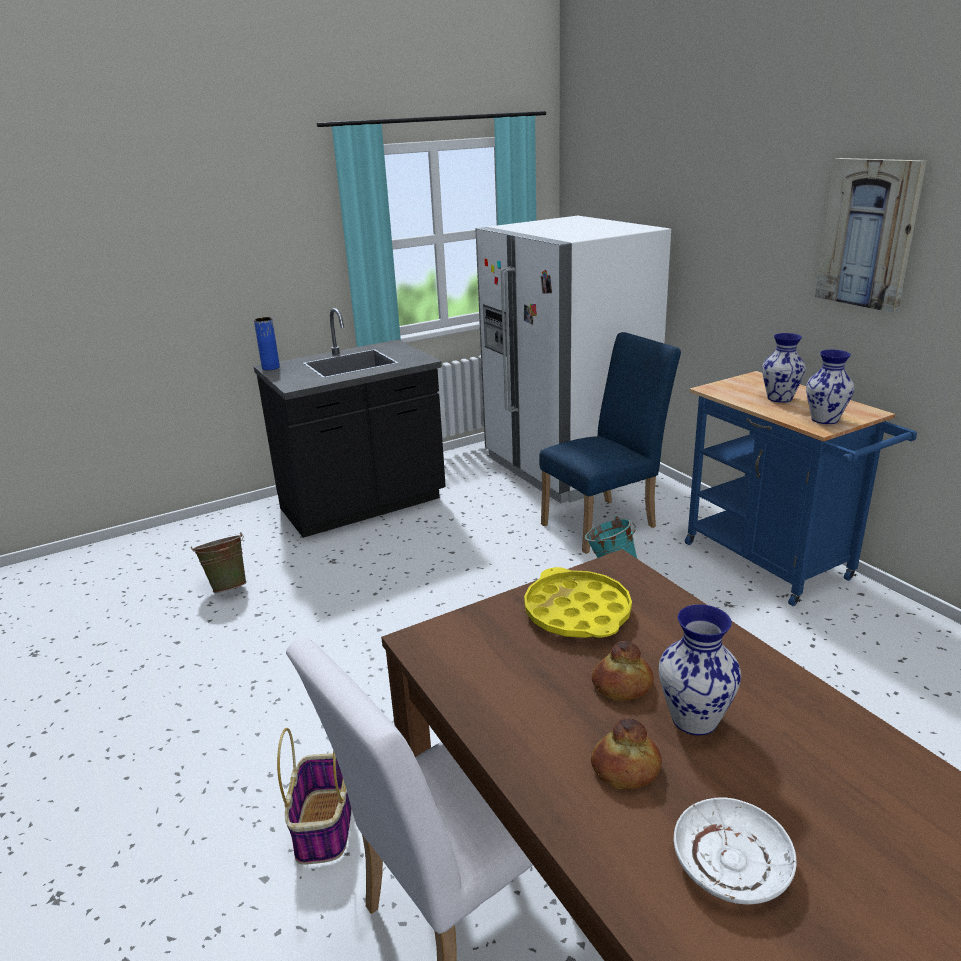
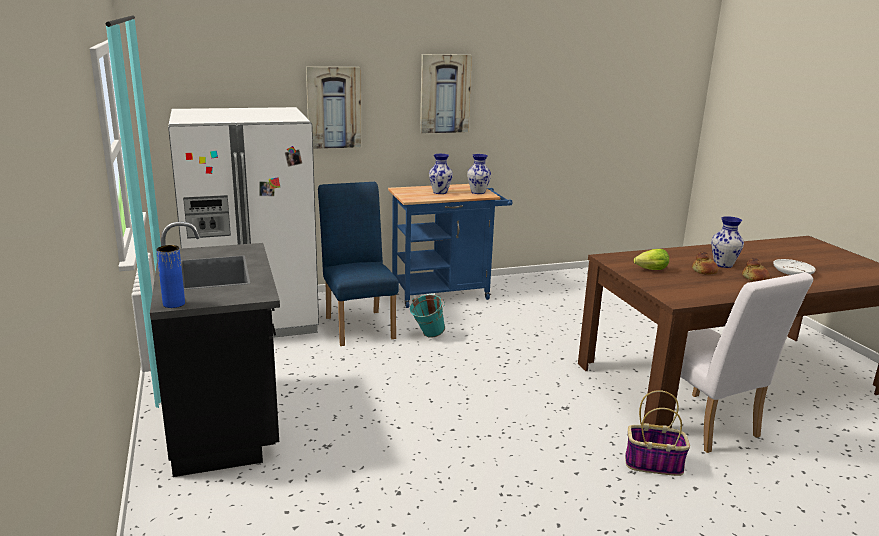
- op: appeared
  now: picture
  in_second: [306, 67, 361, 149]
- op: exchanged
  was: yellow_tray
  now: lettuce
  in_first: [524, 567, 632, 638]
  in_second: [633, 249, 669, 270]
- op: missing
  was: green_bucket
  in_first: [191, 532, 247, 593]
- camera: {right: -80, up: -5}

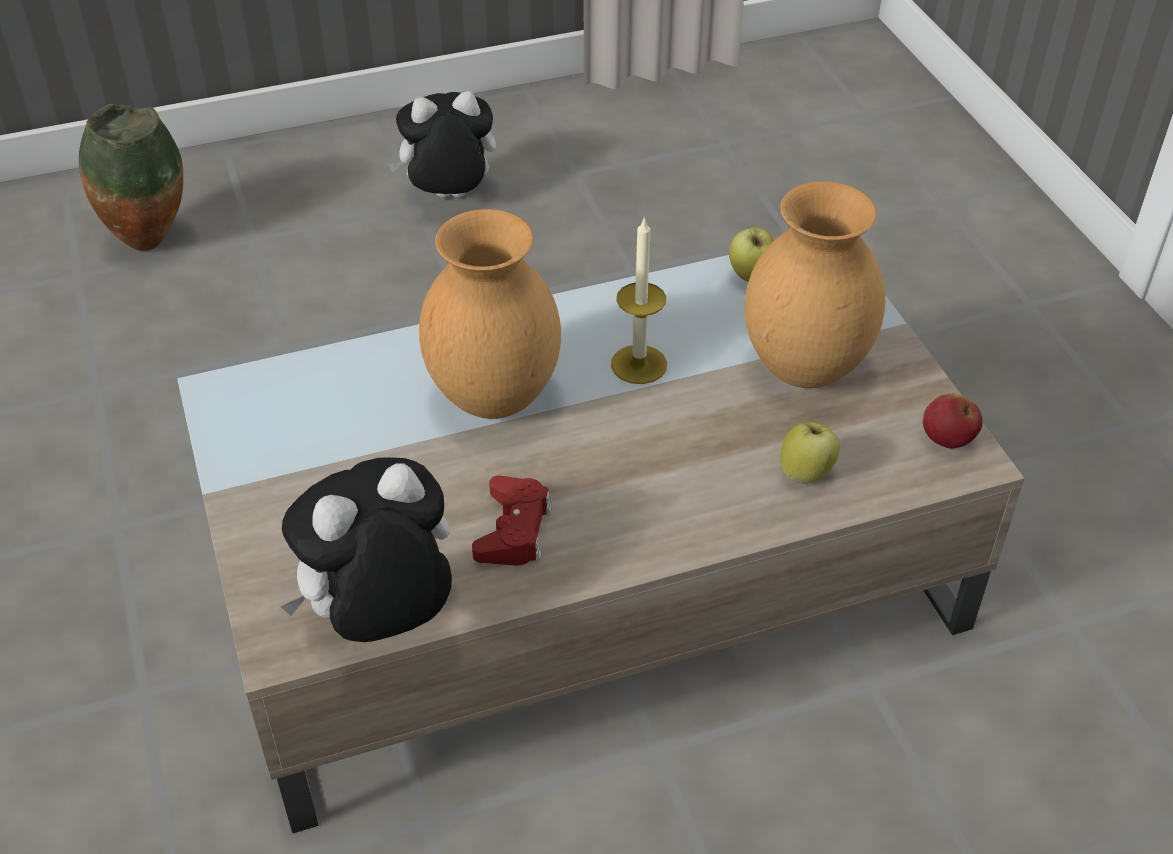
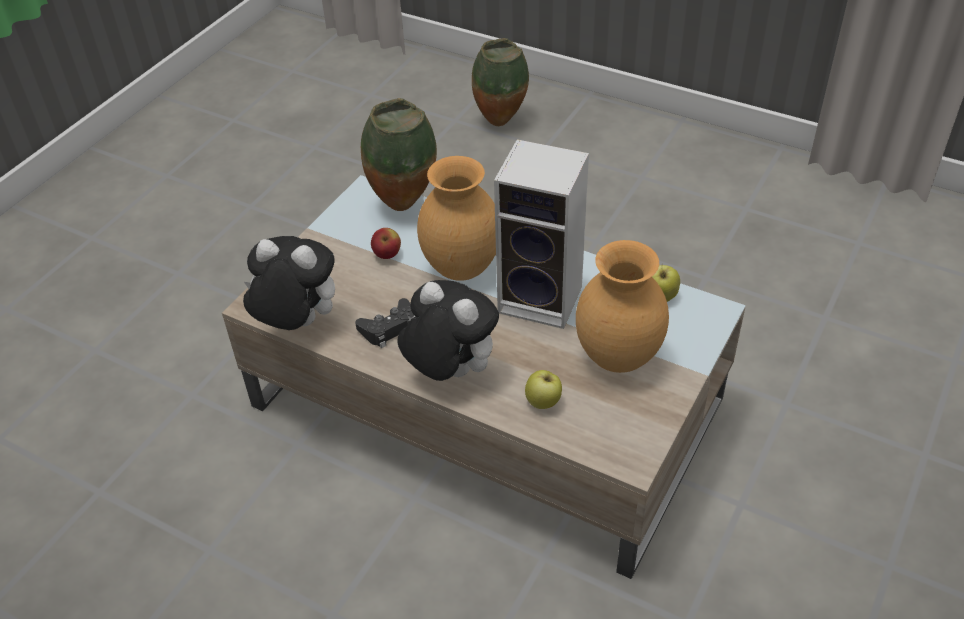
- op: colour
  was: red_game_controller
  now: black_game_controller
  in_first: [472, 475, 552, 566]
  in_second: [355, 298, 414, 348]
- op: appeared
  now: vase
  in_second: [361, 98, 437, 211]
- op: relocated
  was: apple
  in_first: [923, 394, 982, 448]
  in_second: [371, 228, 401, 259]
- op: relocated
  was: plush_toy
  in_first: [387, 91, 496, 198]
  in_second: [397, 280, 499, 381]
- op: exchanged
  was: candle
  now: speaker
  in_first: [611, 216, 667, 384]
  in_second: [494, 139, 589, 329]
- camera: {right: 50, up: 0}

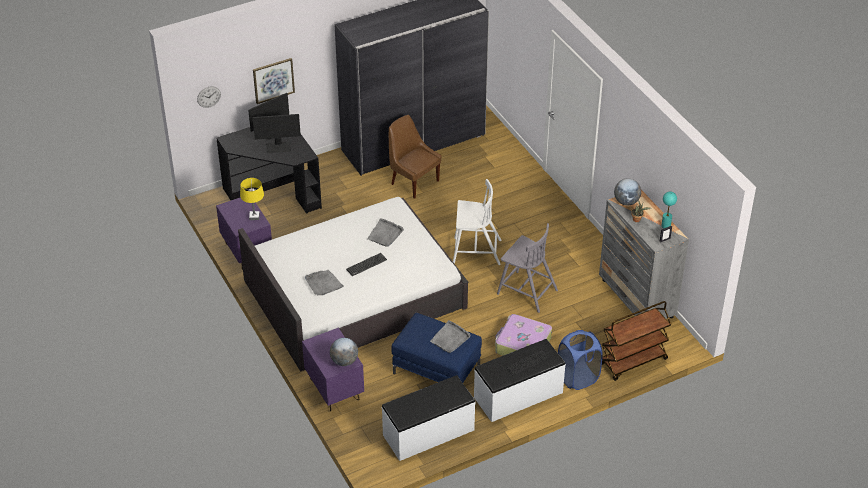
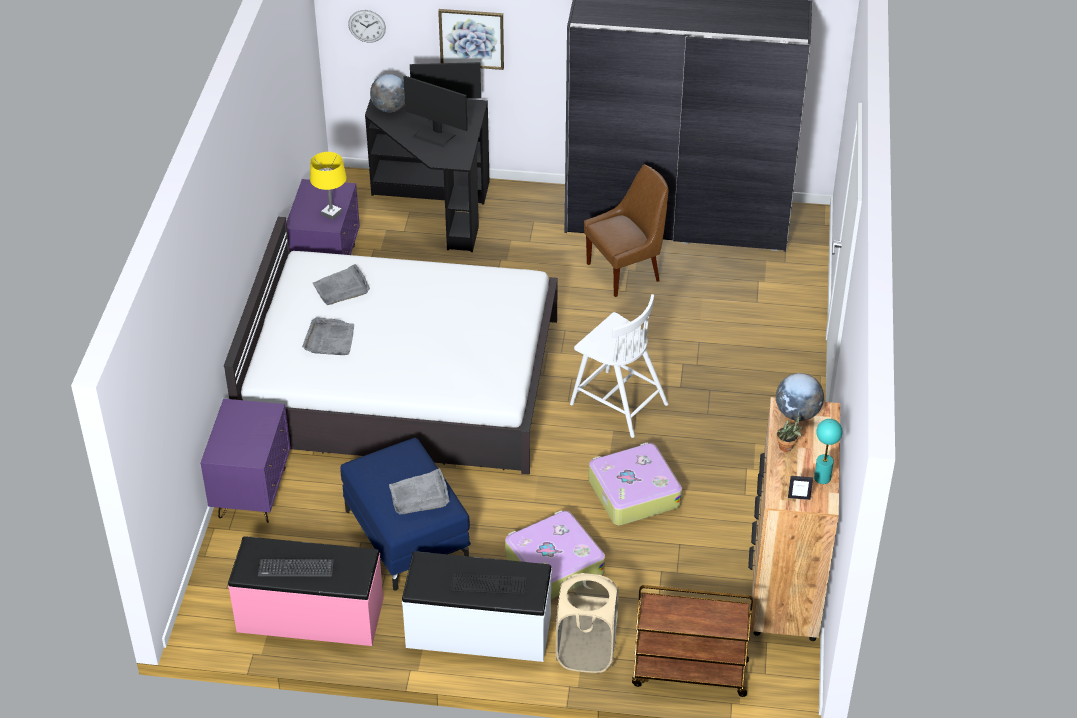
- op: colour
  was: white_bench
  now: pink_bench
  in_first: [382, 375, 475, 461]
  in_second: [228, 536, 383, 646]
- op: relocated
  was: keyboard
  in_first: [346, 253, 387, 276]
  in_second: [258, 559, 334, 577]
- op: relocated
  was: grey_tray
  in_first: [367, 218, 404, 247]
  in_second: [313, 264, 370, 305]
- op: relocated
  was: globe
  in_first: [330, 338, 358, 366]
  in_second: [370, 74, 405, 112]
- op: colour
  was: blue_laundry_basket
  now: beige_laundry_basket
  in_first: [558, 330, 603, 390]
  in_second: [556, 573, 619, 673]
- op: spun
  was: brown_chair
  in_first: [389, 115, 442, 199]
  in_second: [584, 164, 668, 297]
  clockwise: 75
- op: exchanged
  was: grey_chair
  now: suitcase
  in_first: [497, 223, 558, 313]
  in_second: [589, 442, 682, 526]
- op: colour
  was: grey_dresser
  now: brown_dresser
  in_first: [599, 190, 689, 319]
  in_second: [748, 397, 840, 641]
- camera: {right: 35, up: 0}

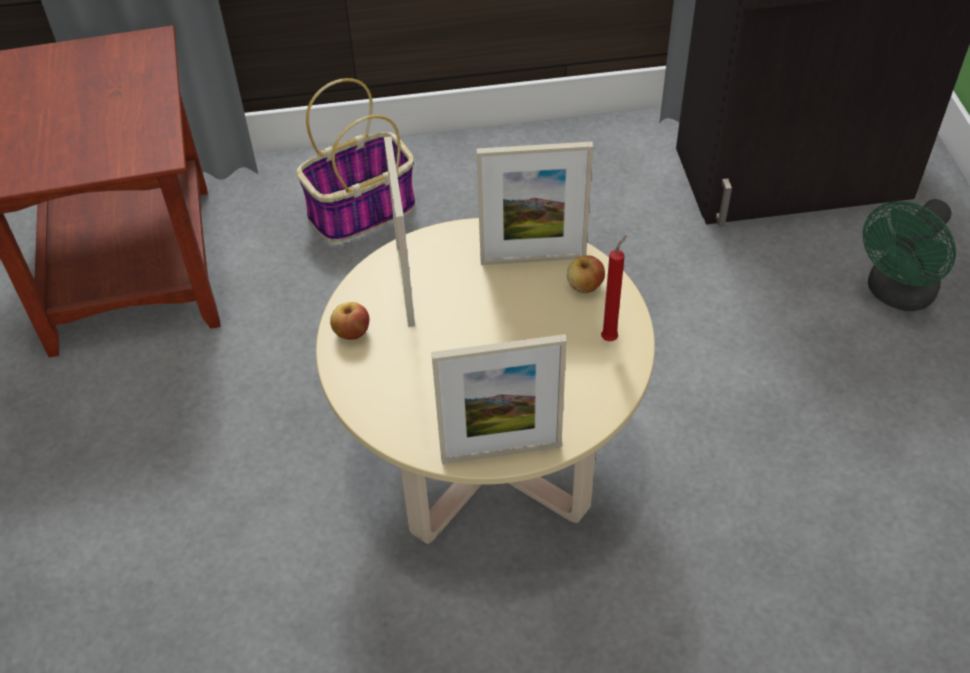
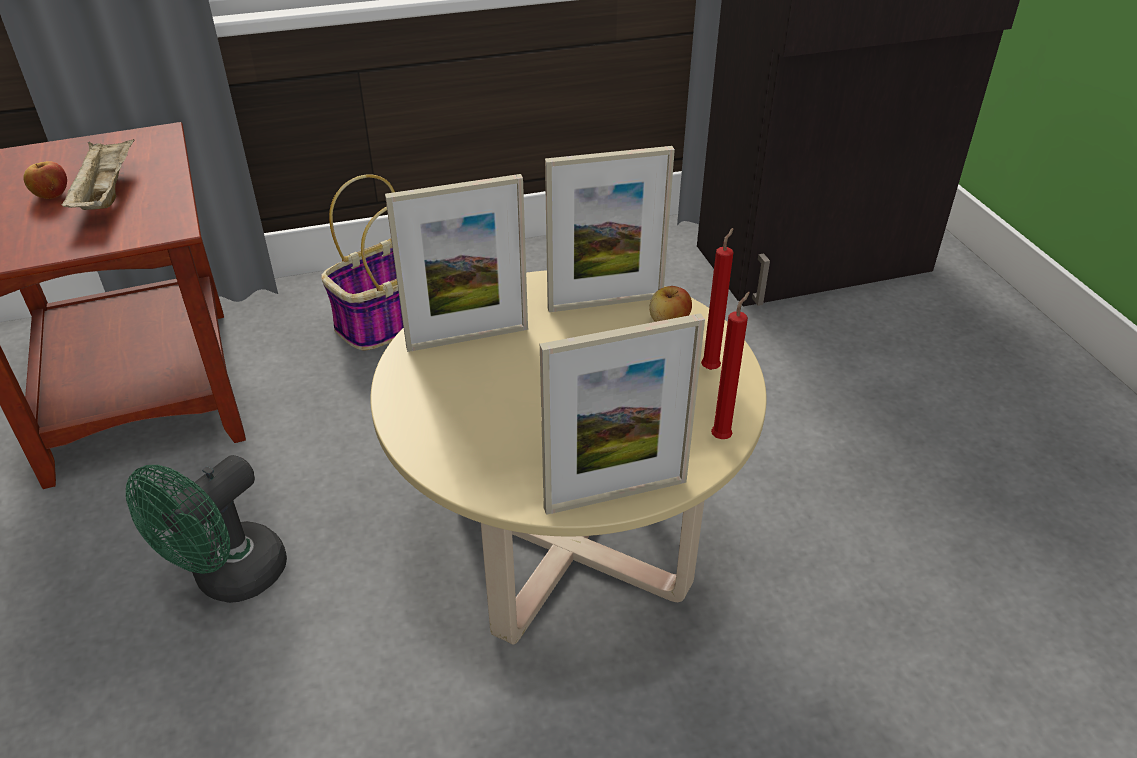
- op: relocated
  was: apple
  in_first: [330, 302, 369, 340]
  in_second: [23, 161, 67, 199]
- op: appeared
  now: beige_tray
  in_second: [61, 139, 134, 210]
- op: relocated
  was: green_fan
  in_first: [863, 199, 956, 311]
  in_second: [126, 455, 287, 603]
- op: spun
  was: picture_frame
  in_first: [384, 137, 415, 327]
  in_second: [385, 174, 528, 352]
  clockwise: 90
- op: appeared
  now: red_candle
  in_second: [711, 292, 750, 439]
- camera: {right: -10, up: -10}

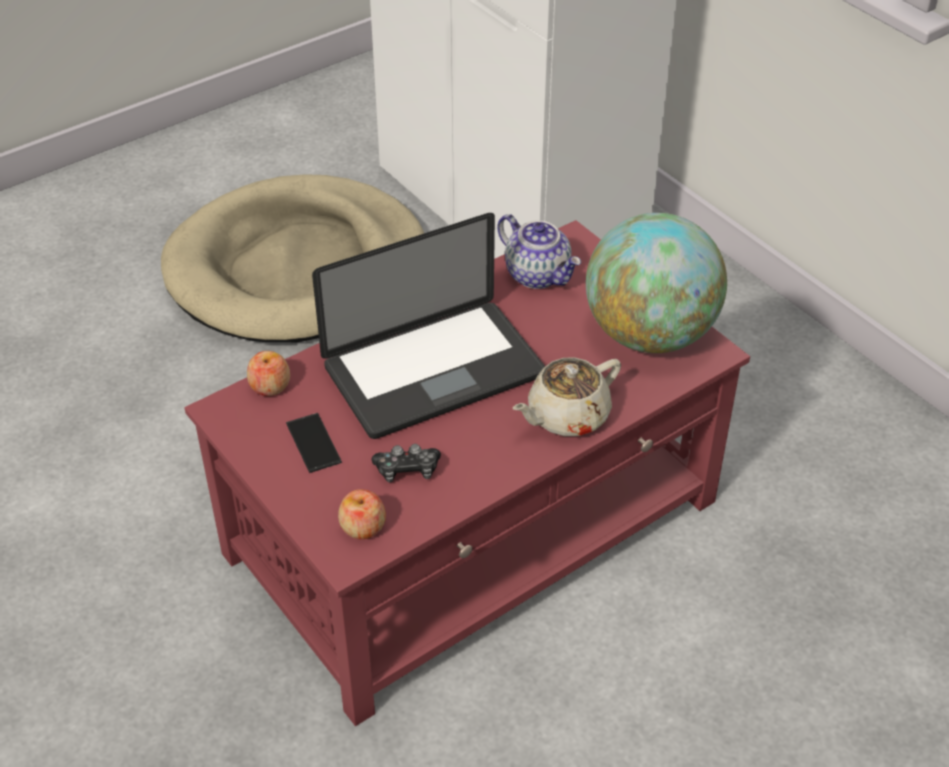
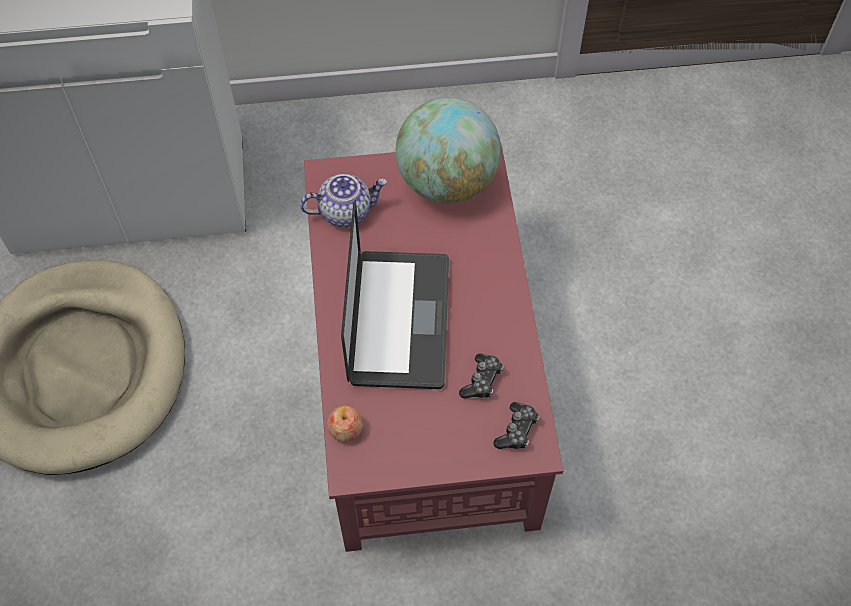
- op: exchanged
  was: apple
  now: game_controller
  in_first: [338, 489, 386, 539]
  in_second: [493, 402, 540, 449]
- op: missing
  was: phone
  in_first: [286, 413, 342, 473]
- op: missing
  was: beige_teapot
  in_first: [513, 357, 621, 436]
- camera: {right: -60, up: 15}

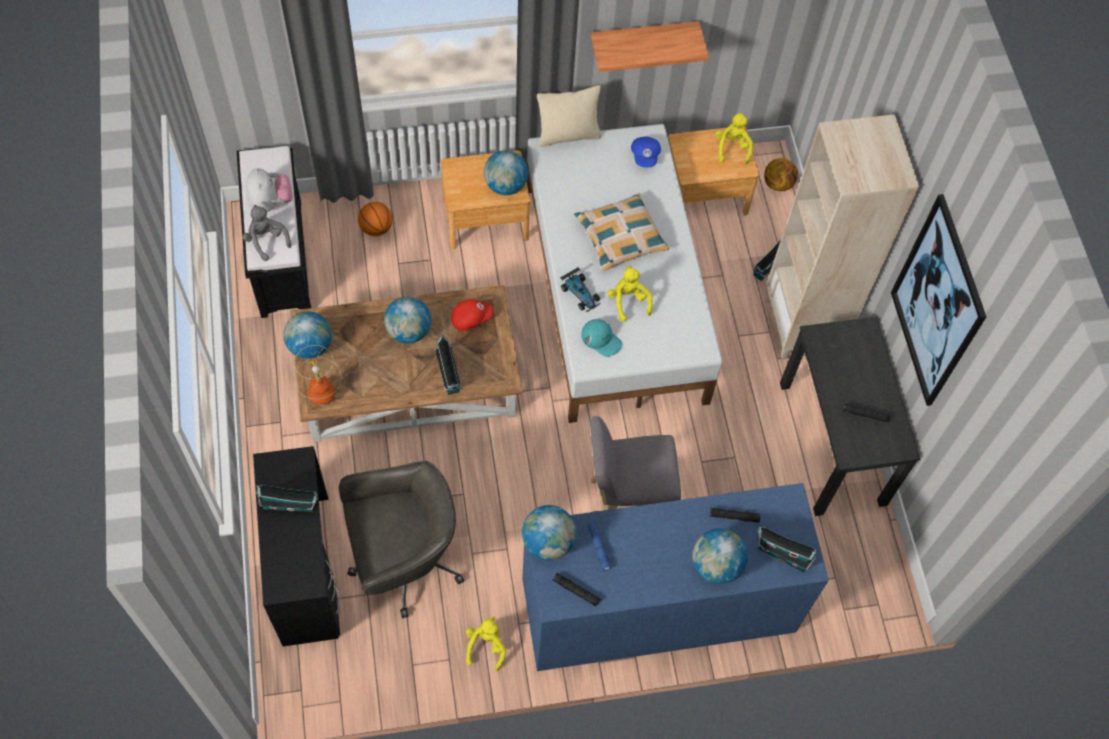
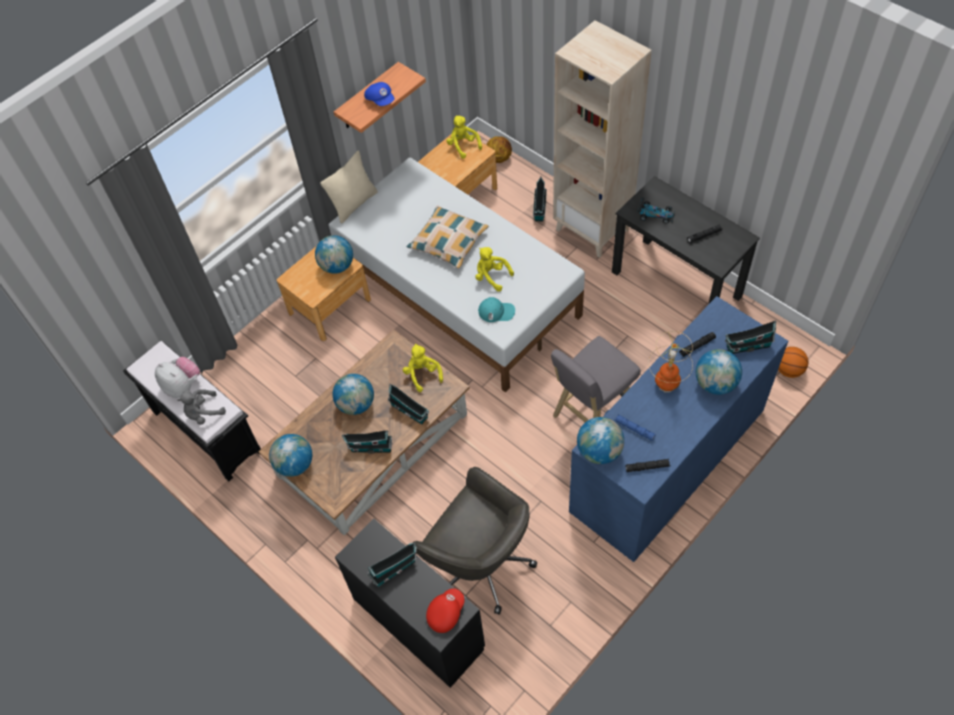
- op: spun
  was: grey_plush_toy
  in_first: [242, 205, 291, 261]
  in_second: [177, 389, 226, 425]
  clockwise: -45
- op: appeared
  now: toy_house
  in_second: [342, 430, 392, 453]
- op: relocated
  was: blue_cap
  in_first: [631, 136, 661, 168]
  in_second: [364, 82, 395, 106]
- op: relocated
  was: yellow_plush_toy
  in_first: [466, 616, 506, 671]
  in_second: [403, 344, 443, 392]
- op: spun
  was: grey_office_chair
  in_first: [339, 461, 464, 618]
  in_second: [413, 467, 537, 615]
  clockwise: 90
- op: relocated
  was: red_cap
  in_first: [451, 299, 493, 331]
  in_second: [426, 588, 465, 633]
- op: relocated
  was: toy_car
  in_first: [560, 267, 601, 312]
  in_second: [637, 197, 675, 224]
- op: relocated
  was: table_lamp
  in_first: [294, 345, 341, 406]
  in_second: [648, 331, 693, 393]
- op: relocated
  was: basketball
  in_first: [358, 202, 393, 236]
  in_second: [778, 347, 808, 378]
- op: missing
  was: picture
  in_first: [891, 194, 986, 406]
- camera: {right: -30, up: -5}

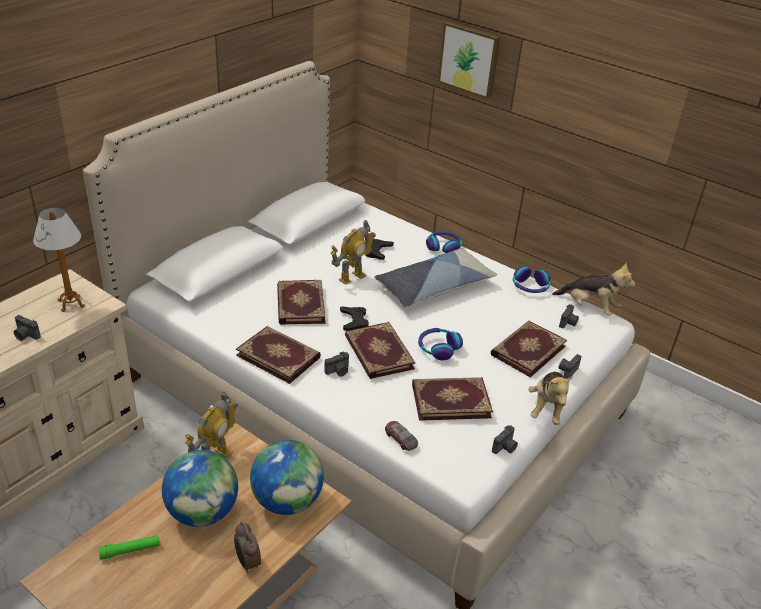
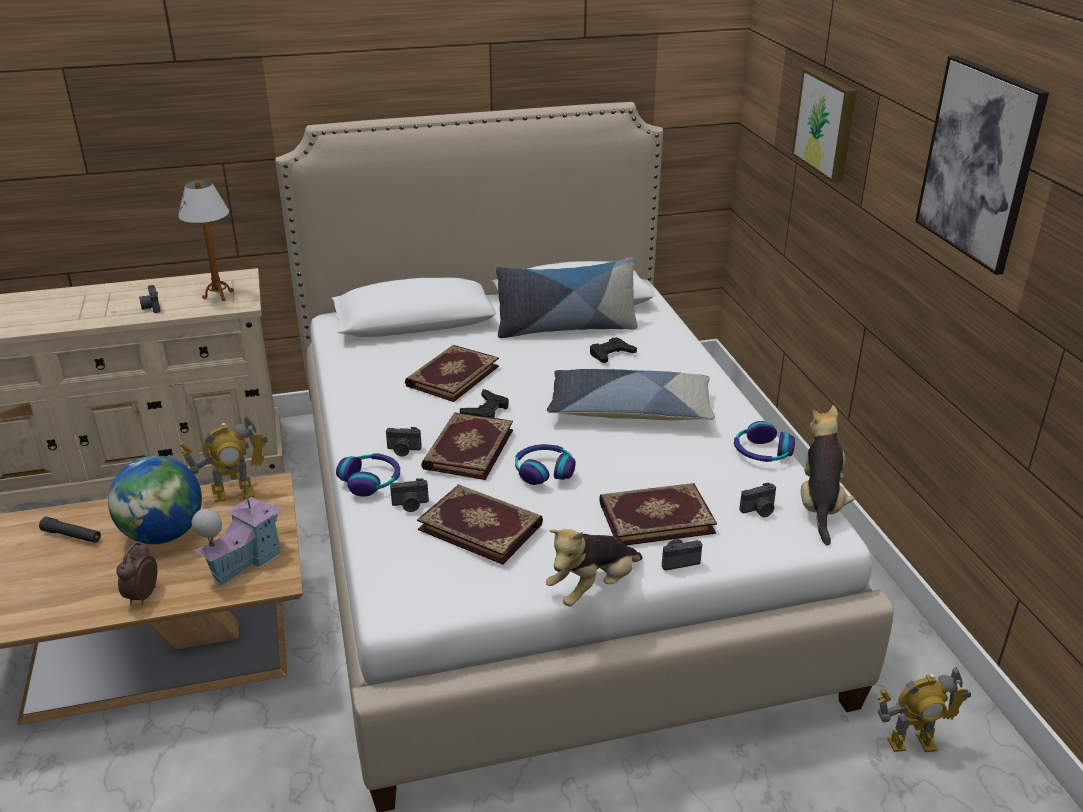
- op: colour
  was: green_flashlight
  now: black_flashlight
  in_first: [99, 535, 160, 560]
  in_second: [39, 517, 101, 543]
- op: exchanged
  was: globe
  now: toy_house
  in_first: [250, 440, 324, 515]
  in_second: [191, 483, 282, 586]
- op: relocated
  was: headphones
  in_first: [426, 231, 462, 253]
  in_second: [336, 453, 400, 497]
- op: relocated
  was: photo_camera
  in_first: [492, 425, 518, 454]
  in_second: [390, 478, 429, 512]
- op: appeared
  now: pillow
  in_second: [496, 258, 638, 338]
- op: spun
  was: plush_toy
  in_first: [552, 263, 635, 316]
  in_second: [801, 405, 855, 546]
  clockwise: -150
- op: relocated
  was: toy_robot
  in_first: [330, 220, 376, 285]
  in_second: [877, 667, 971, 752]
- op: appeared
  now: picture
  in_second: [915, 55, 1049, 275]
- op: missing
  was: book
  in_first: [236, 326, 321, 384]
- op: missing
  was: toy_car
  in_first: [385, 421, 418, 451]
- camera: {right: 40, up: -5}

